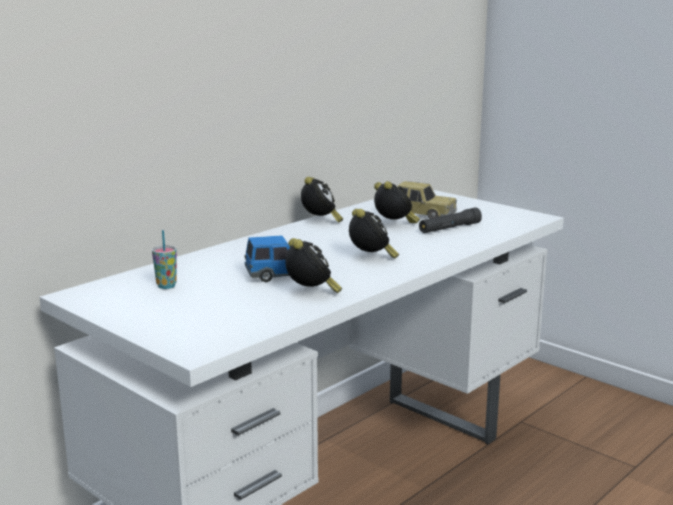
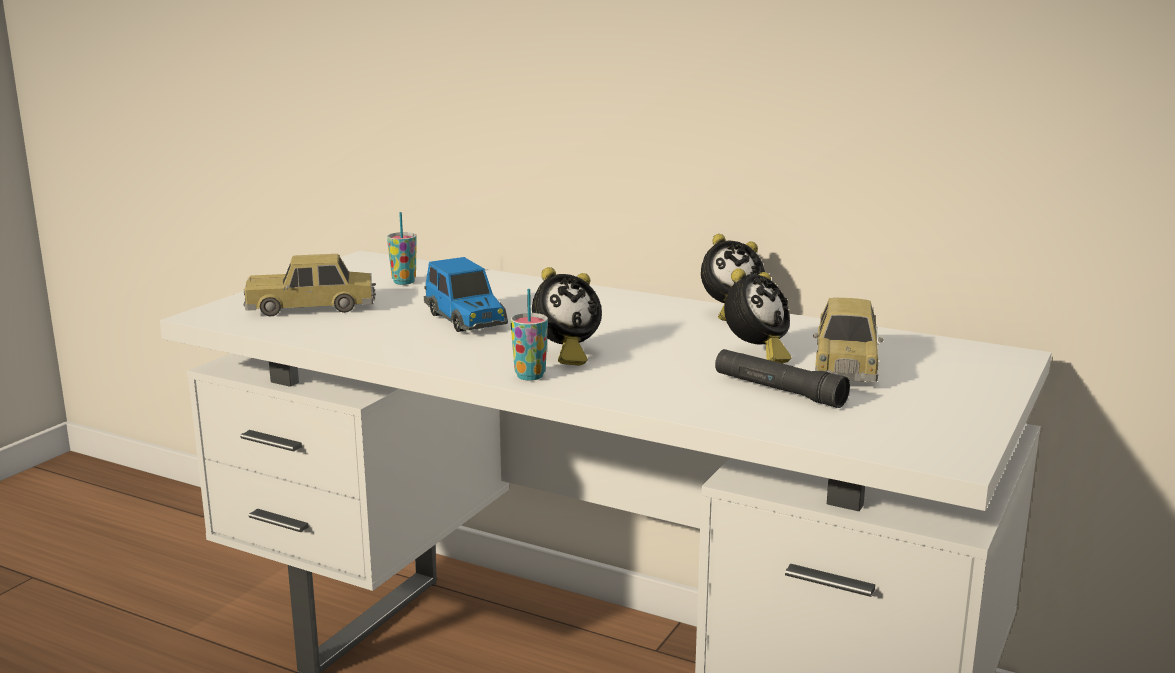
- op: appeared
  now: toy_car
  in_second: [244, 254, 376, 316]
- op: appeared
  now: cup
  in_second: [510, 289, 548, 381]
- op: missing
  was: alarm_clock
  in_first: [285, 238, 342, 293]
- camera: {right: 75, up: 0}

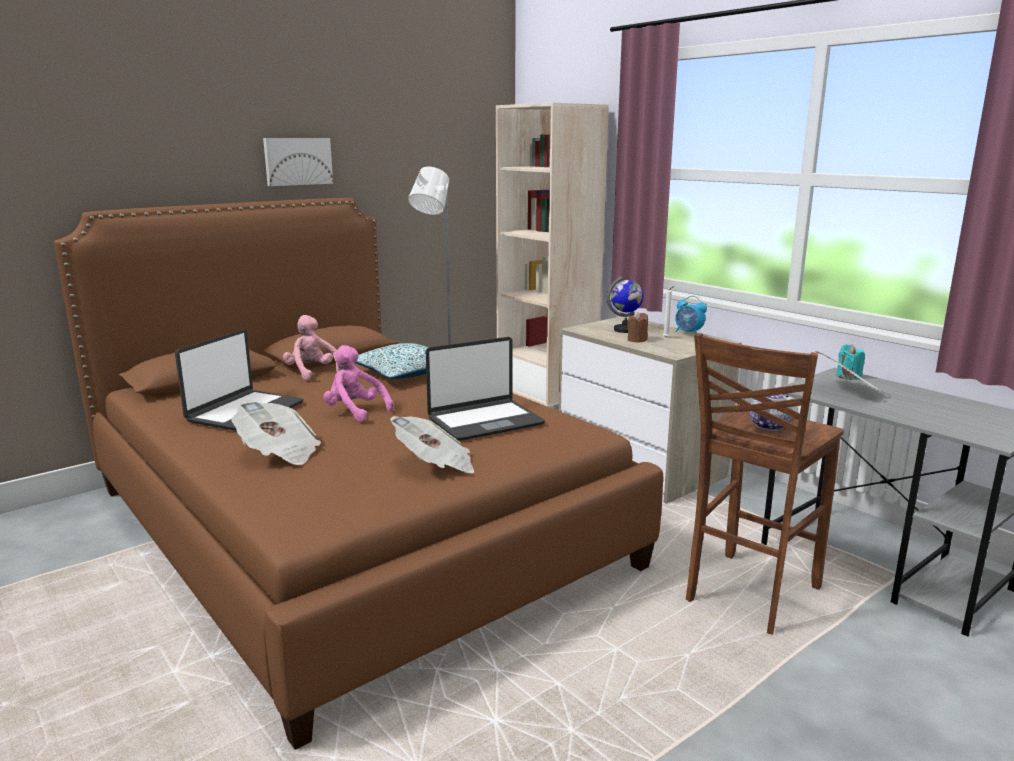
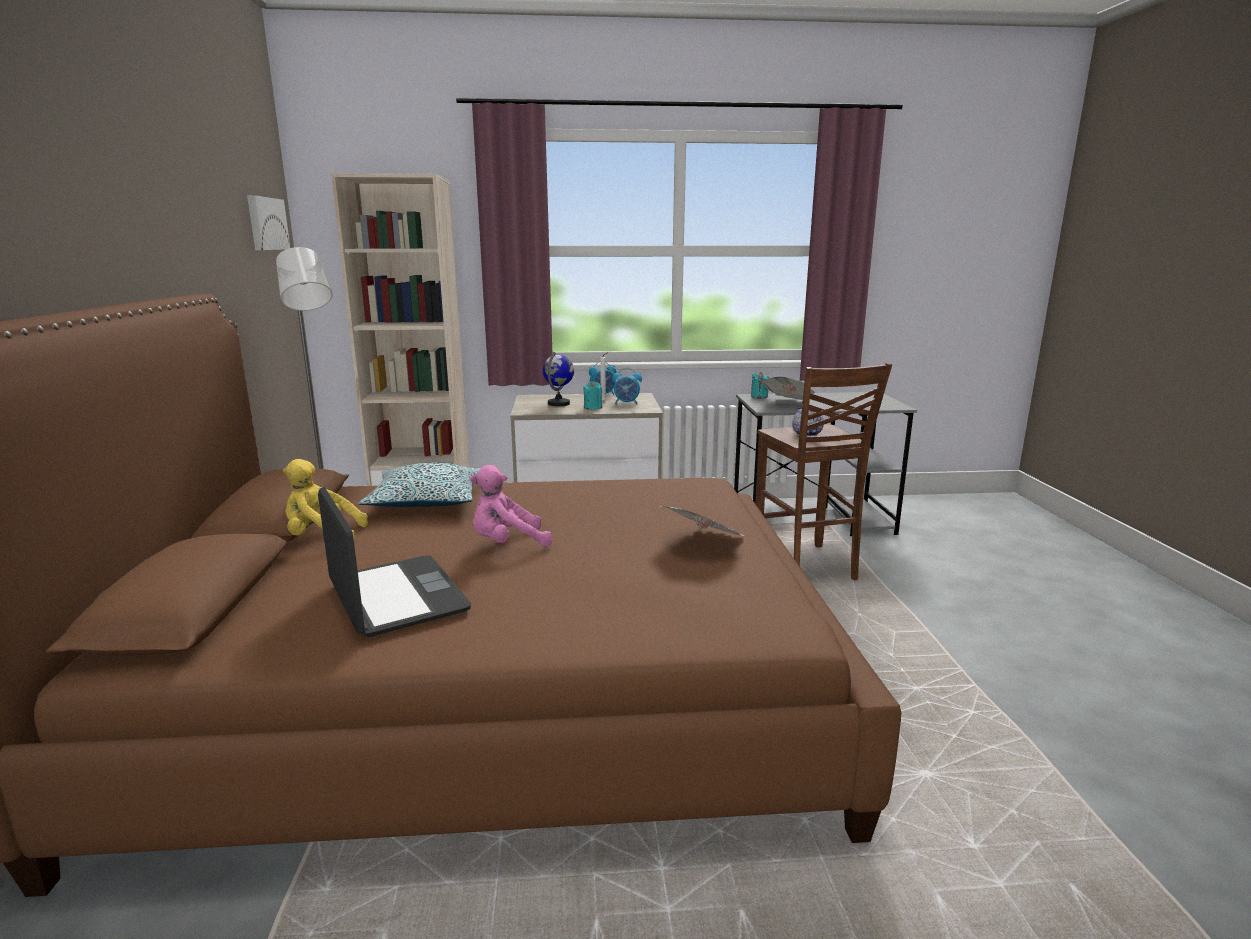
- op: relocated
  was: picture
  in_first: [263, 138, 333, 186]
  in_second: [247, 195, 290, 250]
- op: colour
  was: pink_plush_toy
  now: yellow_plush_toy
  in_first: [283, 315, 342, 380]
  in_second: [283, 459, 368, 538]
- op: colour
  was: brown_candle
  now: turquoise_candle
  in_first: [627, 312, 648, 343]
  in_second: [583, 381, 602, 410]
- op: appeared
  now: alarm_clock
  in_second: [612, 368, 642, 404]
- op: missing
  was: newspaper
  in_first: [232, 401, 321, 465]
- op: missing
  was: laptop
  in_first: [426, 337, 545, 441]
- camera: {right: -55, up: 0}

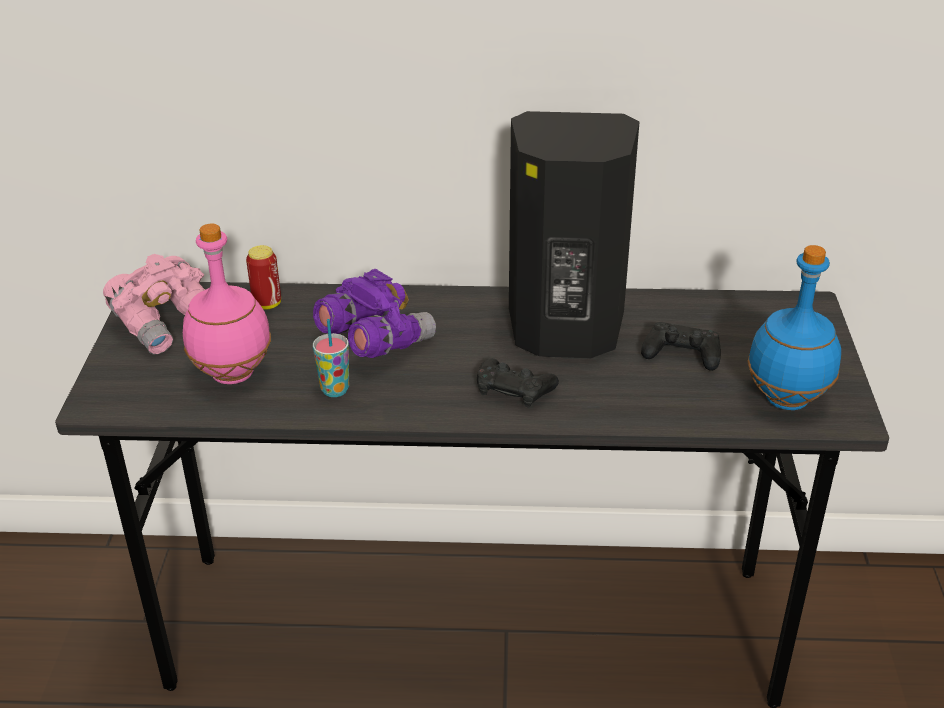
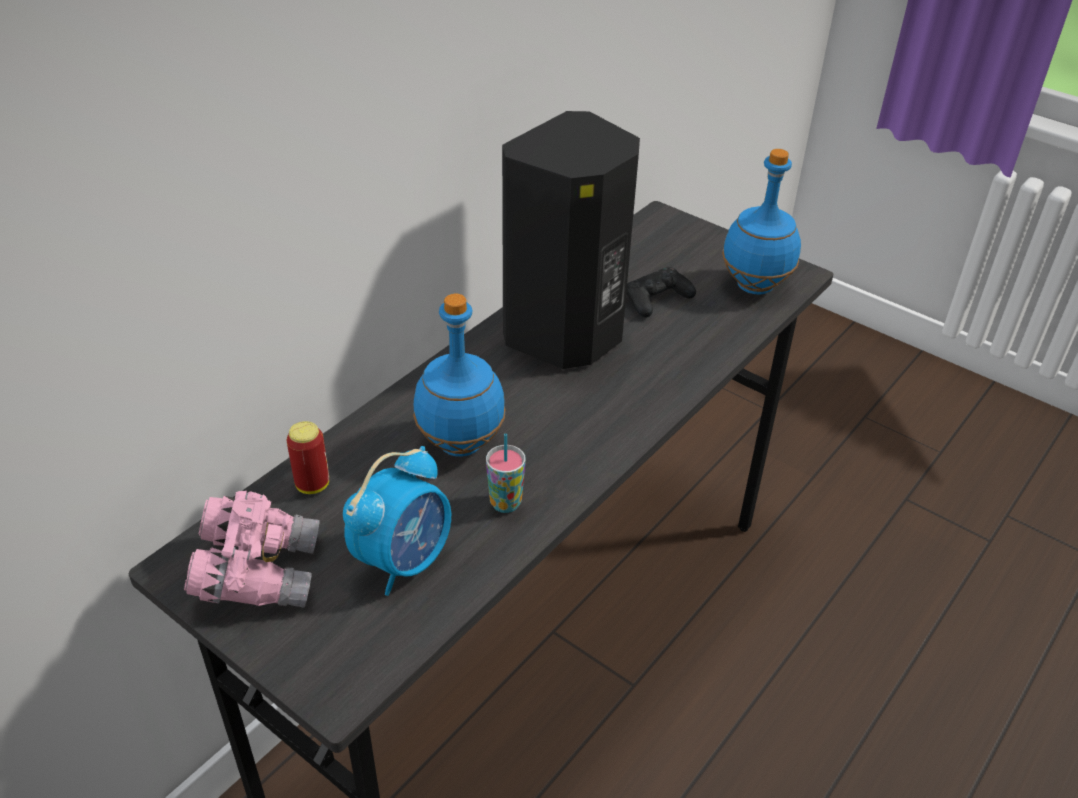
- op: exchanged
  was: pink_bottle
  now: alarm_clock
  in_first: [183, 223, 271, 384]
  in_second: [343, 446, 451, 596]
- op: exchanged
  was: purple_binoculars
  now: blue_bottle
  in_first: [313, 269, 436, 358]
  in_second: [413, 293, 506, 457]
- op: missing
  was: black_game_controller
  in_first: [477, 358, 559, 408]
- camera: {right: -55, up: 5}

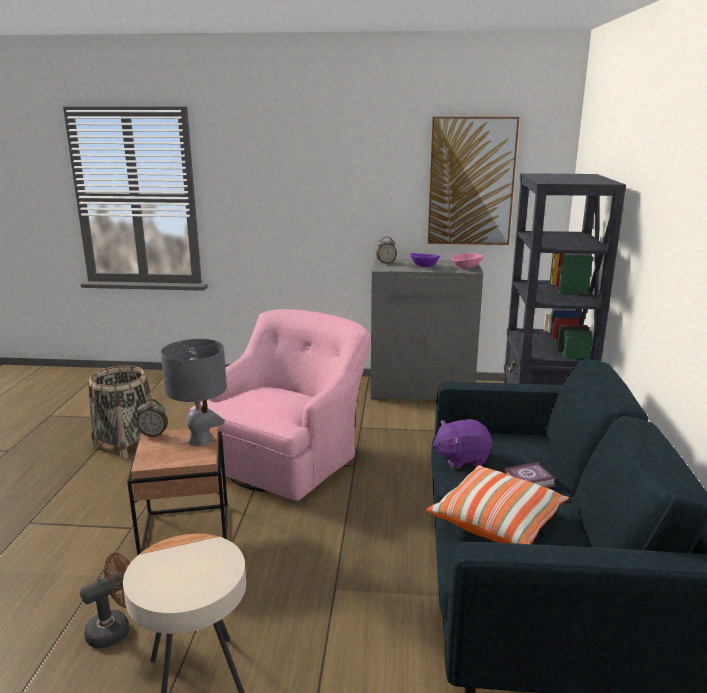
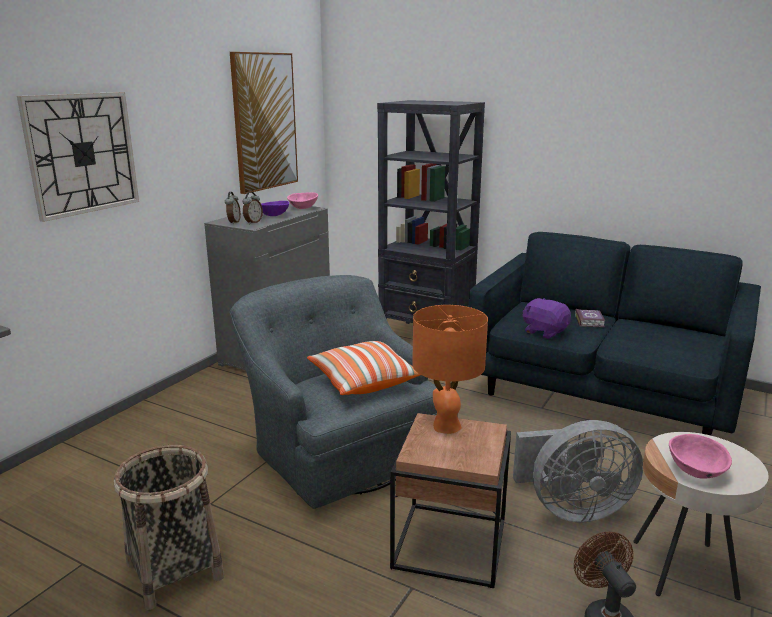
- op: appeared
  now: wall_clock
  in_second: [17, 92, 139, 222]
- op: colour
  was: pink_armchair
  now: grey_armchair
  in_first: [190, 309, 371, 501]
  in_second: [230, 275, 437, 509]
- op: relocated
  was: alarm_clock
  in_first: [137, 399, 168, 437]
  in_second: [242, 192, 263, 224]
- op: relocated
  was: pillow
  in_first: [426, 465, 569, 544]
  in_second: [307, 341, 420, 395]
- op: colour
  was: grey_table_lamp
  now: orange_table_lamp
  in_first: [161, 339, 227, 446]
  in_second: [412, 305, 488, 434]
- op: appeared
  now: grey_fan
  in_second: [513, 420, 643, 523]
- op: spun
  was: purple_plush_toy
  in_first: [432, 419, 492, 469]
  in_second: [523, 298, 571, 339]
  clockwise: 120
- op: appeared
  now: pink_bowl
  in_second: [669, 434, 732, 479]
- camera: {right: -65, up: 0}

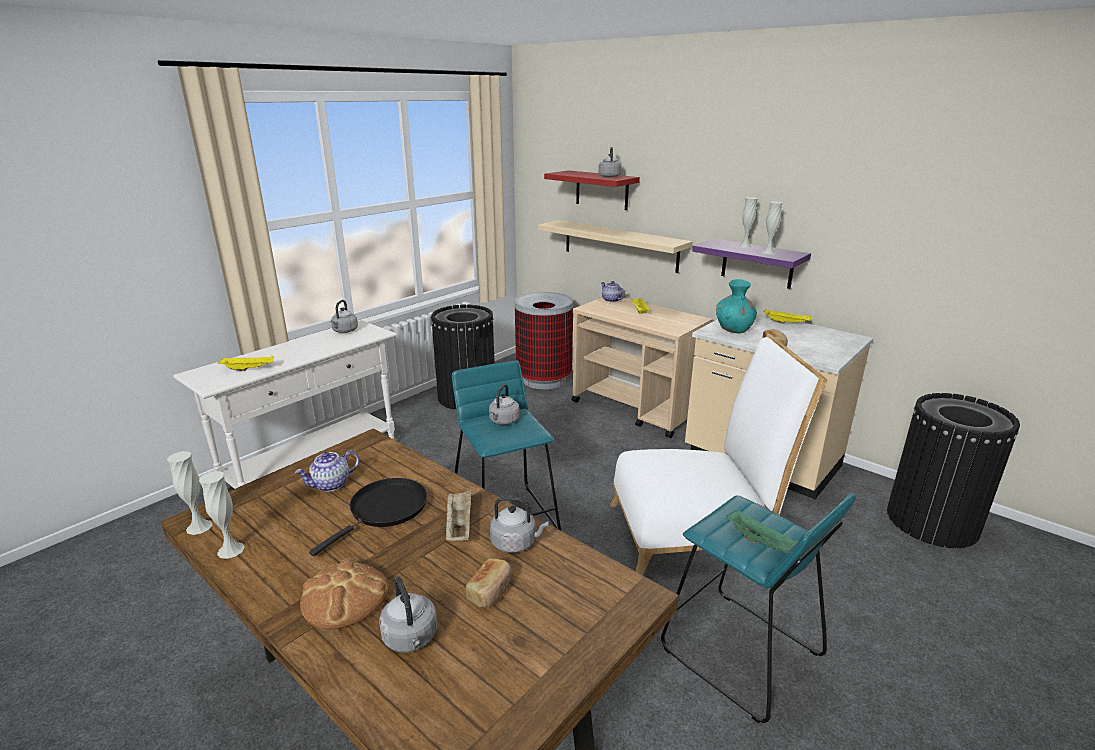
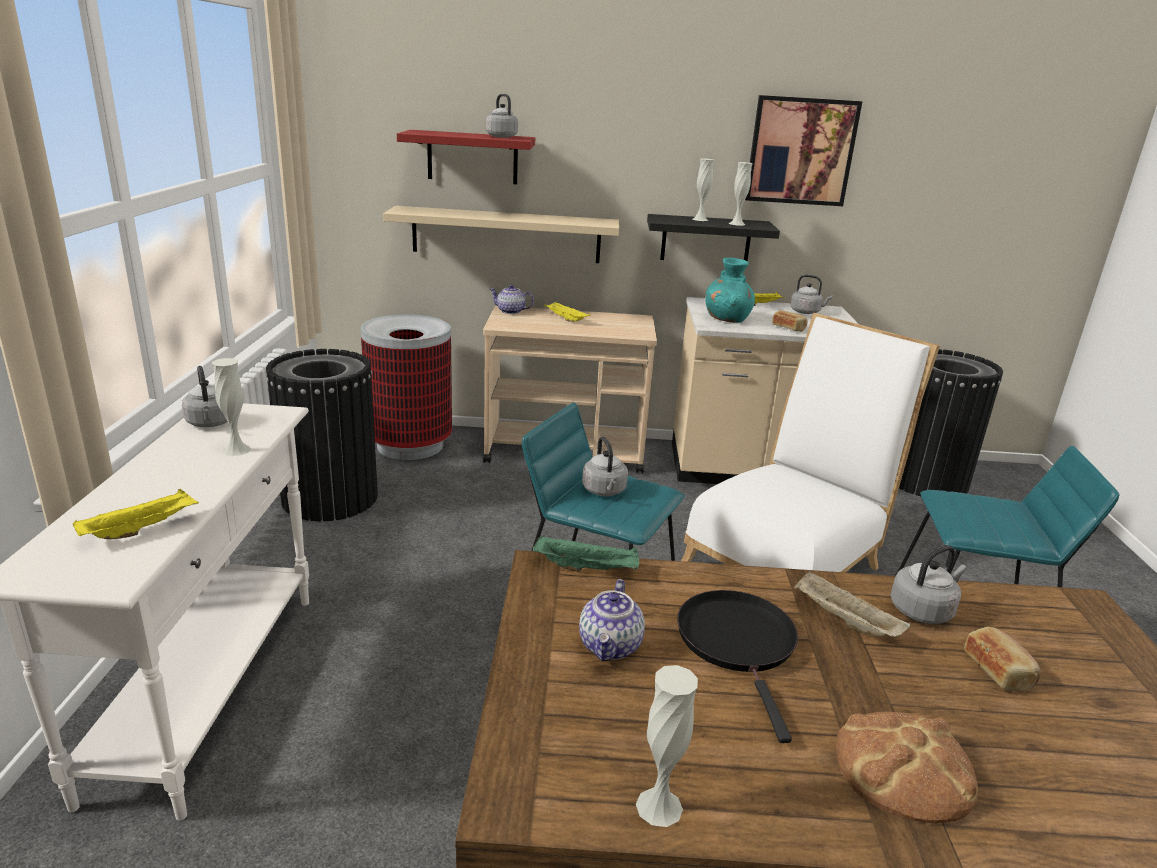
- op: relocated
  was: white_vase
  in_first: [167, 451, 213, 535]
  in_second: [212, 358, 251, 456]
- op: relocated
  was: green_tray
  in_first: [726, 510, 799, 554]
  in_second: [533, 535, 639, 572]
- op: colour
  was: purple_shelf
  now: black_shelf
  in_first: [692, 239, 811, 289]
  in_second: [647, 214, 780, 261]
- op: appeared
  now: picture
  in_second: [745, 95, 863, 206]
- op: relocated
  was: grey_kettle
  in_first: [379, 577, 437, 652]
  in_second: [790, 275, 833, 314]
- camera: {right: -40, up: 0}

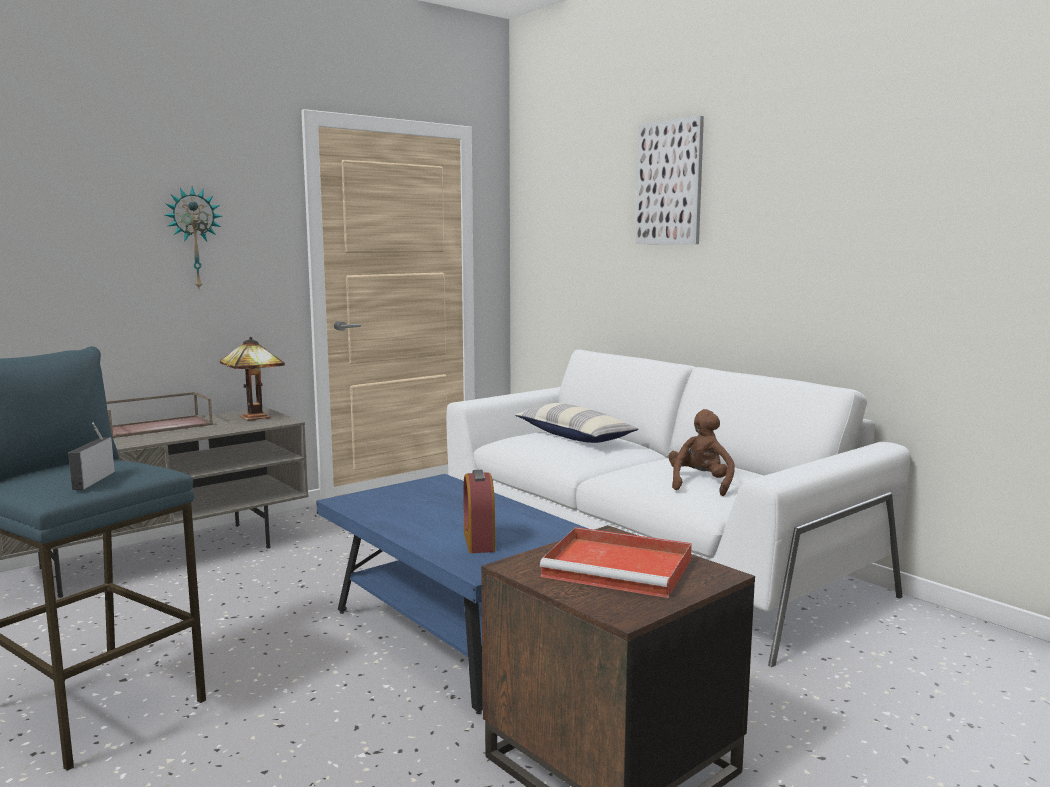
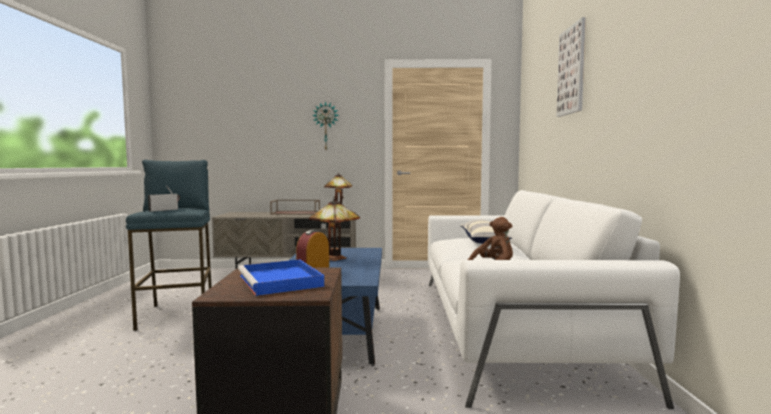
- op: colour
  was: red_tray
  now: blue_tray
  in_first: [540, 527, 692, 598]
  in_second: [238, 259, 324, 296]
- op: appeared
  now: table_lamp
  in_second: [309, 199, 360, 261]
- camera: {right: 40, up: -5}

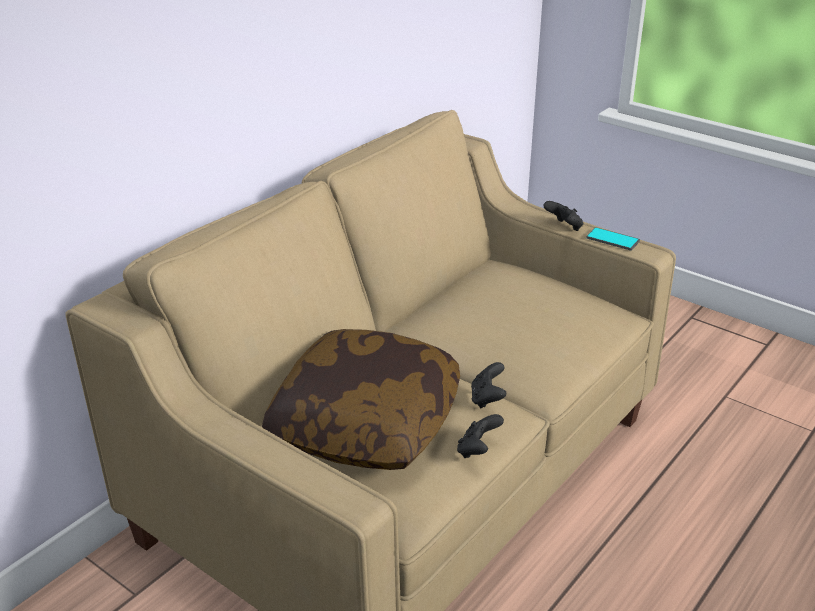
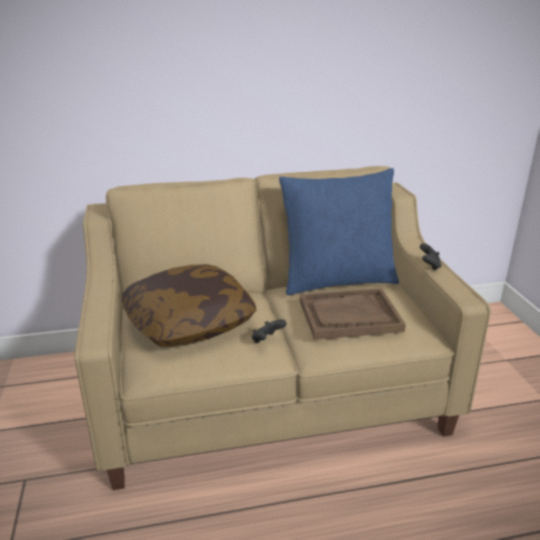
- op: appeared
  now: blue_pillow
  in_second: [279, 168, 399, 295]
- op: appeared
  now: brown_tray
  in_second: [300, 288, 406, 340]
- op: missing
  was: black_game_controller
  in_first: [457, 414, 504, 458]
- op: missing
  was: phone
  in_first: [586, 227, 640, 251]
- camera: {right: 40, up: -5}

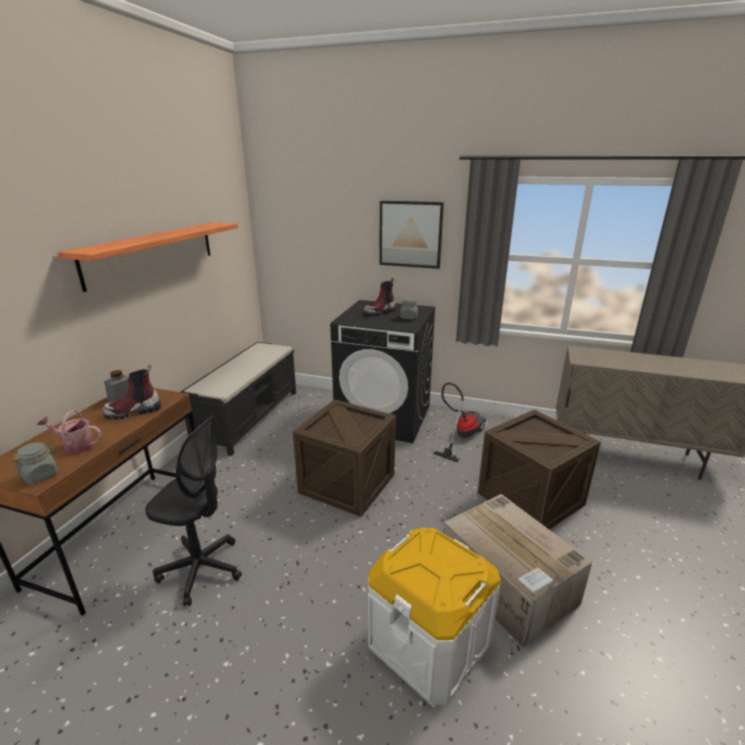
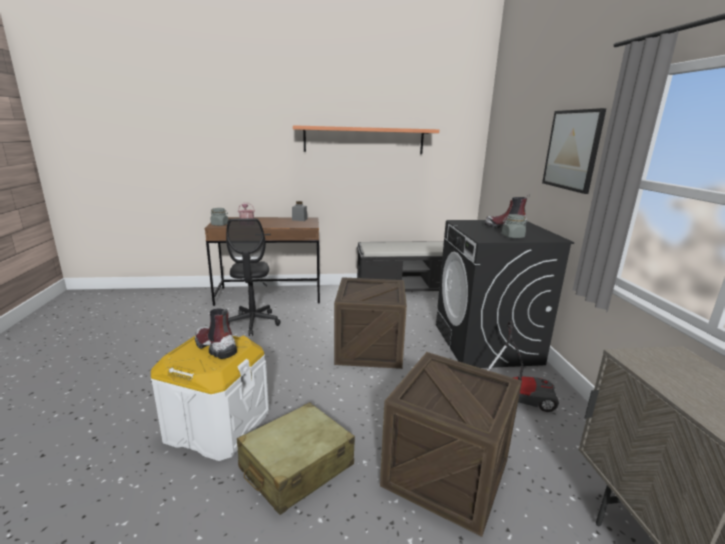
- op: relocated
  was: boot
  in_first: [103, 365, 161, 419]
  in_second: [195, 308, 237, 359]
- op: exchanged
  was: cardboard_box
  now: beige_suitcase
  in_first: [443, 494, 592, 647]
  in_second: [237, 402, 355, 515]
- camera: {right: 65, up: -5}

